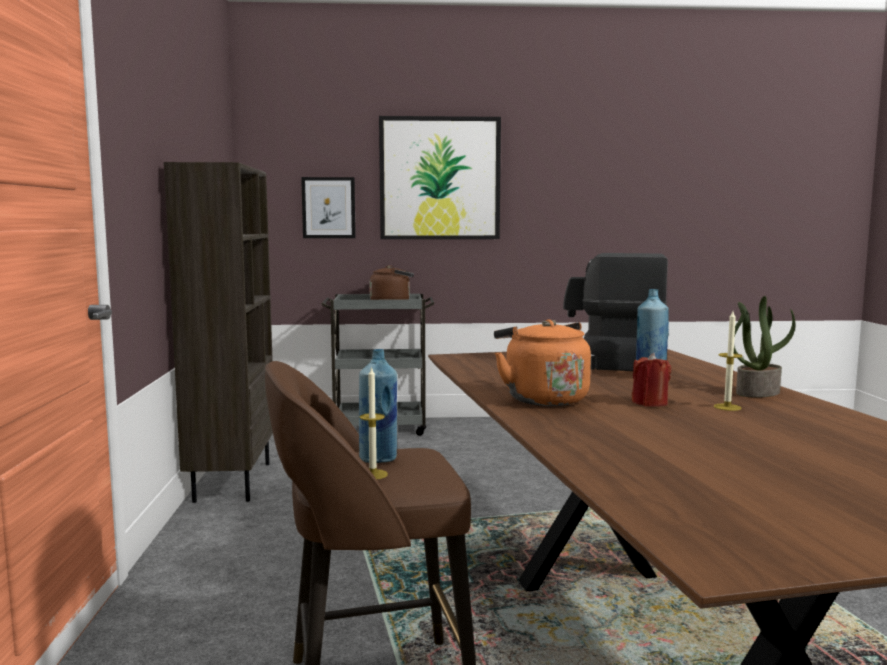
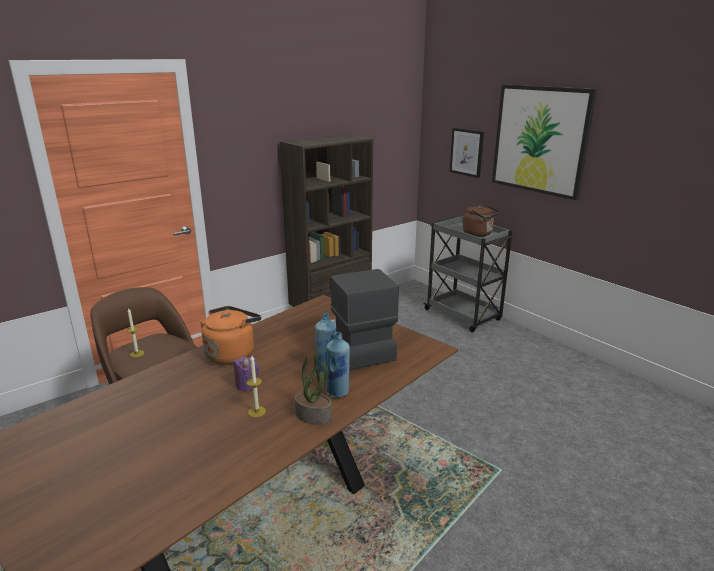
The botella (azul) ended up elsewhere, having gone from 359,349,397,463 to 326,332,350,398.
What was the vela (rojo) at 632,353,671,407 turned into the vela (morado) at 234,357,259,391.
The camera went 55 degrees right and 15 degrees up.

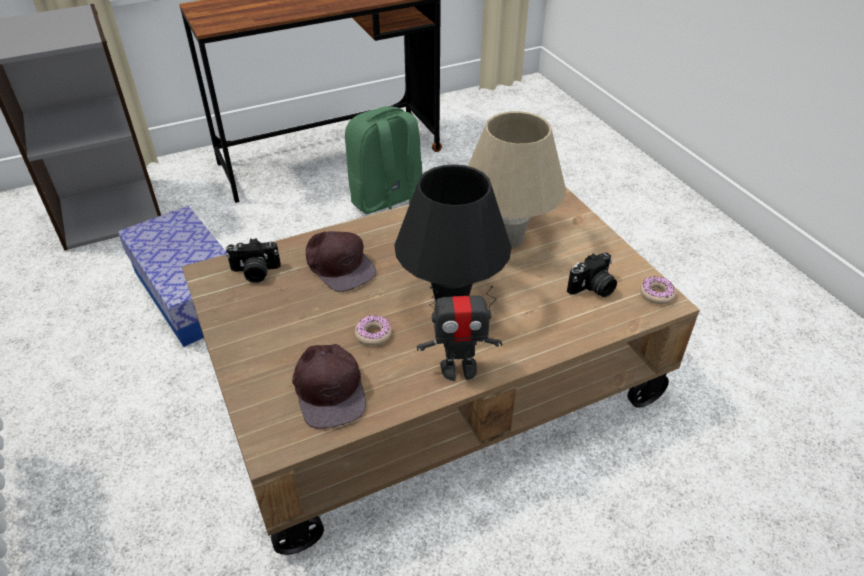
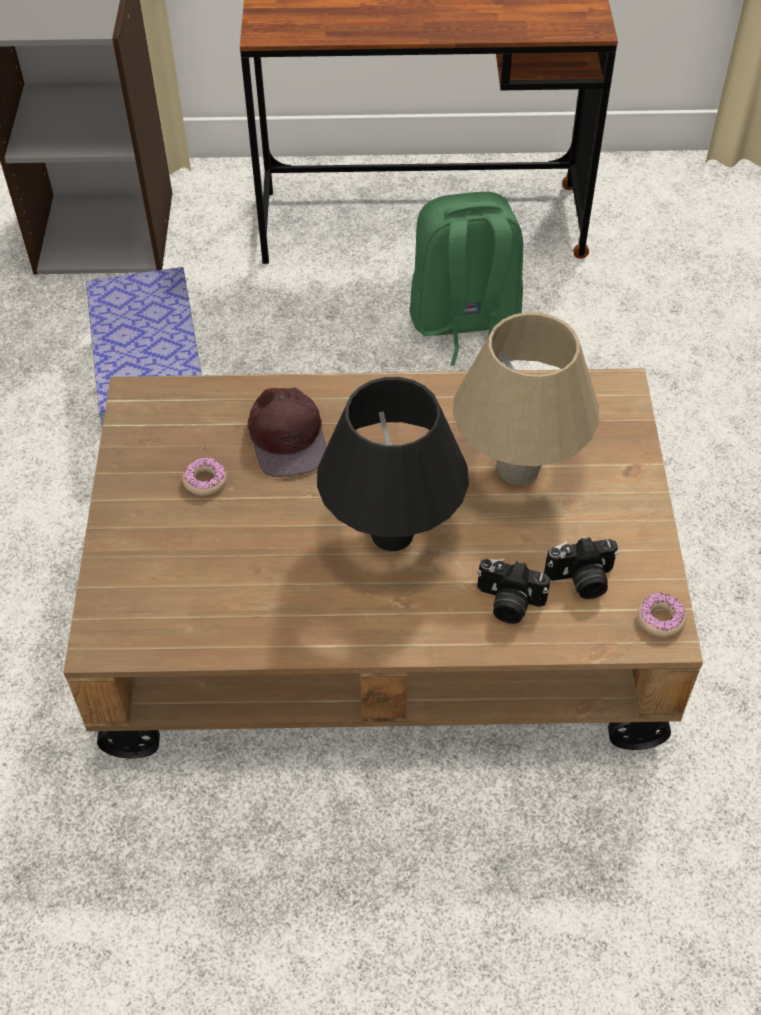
The second view lost the gorra (marrón) at 292,344,366,429.
The second view lost the robot de juguete at 417,285,502,381.
The cámara ended up elsewhere, having gone from 226,238,281,283 to 477,559,550,624.
The rosquilla ended up elsewhere, having gone from 355,315,392,346 to 182,457,227,496.
The camera went 25 degrees right and 10 degrees up.

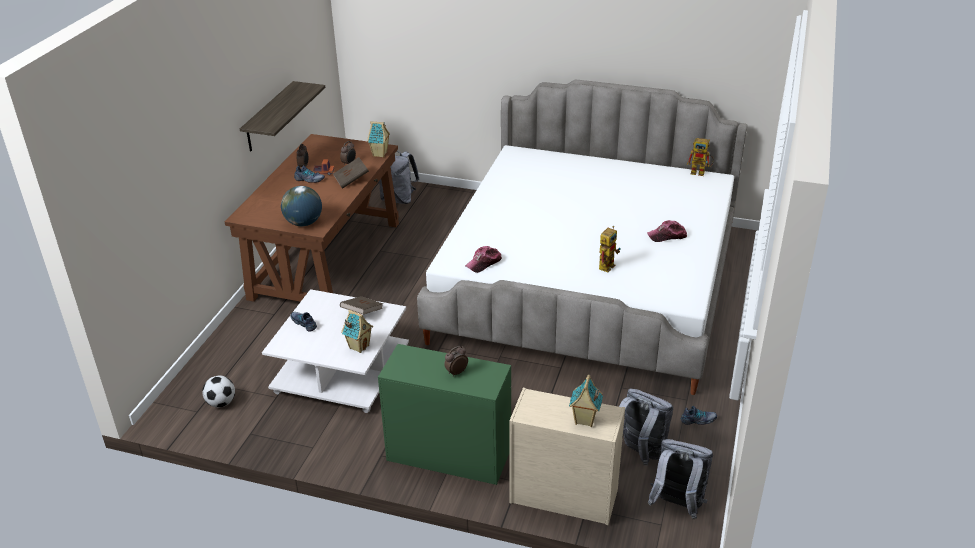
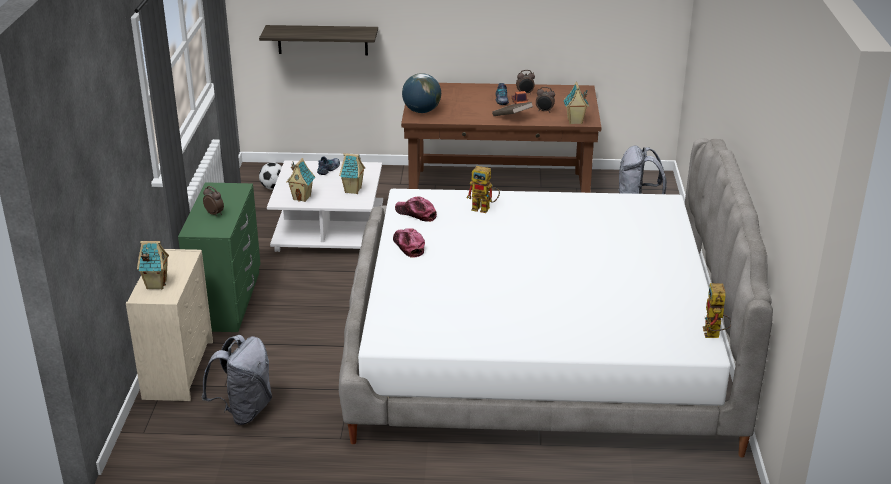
The second view lost the mochila (gris) at 648,439,713,519.
The second view lost the zapato at 681,406,717,425.
The estante ended up elsewhere, having gone from 240,81,325,152 to 259,25,378,55.
The robot de juguete ended up elsewhere, having gone from 599,226,621,272 to 467,166,500,213.
The gorra ended up elsewhere, having gone from 647,220,687,242 to 393,228,425,258.
Where the libro (marrón) stood at 340,296,383,314, the casita came to stand at 339,153,365,194.
The camera went 75 degrees right and 5 degrees down.

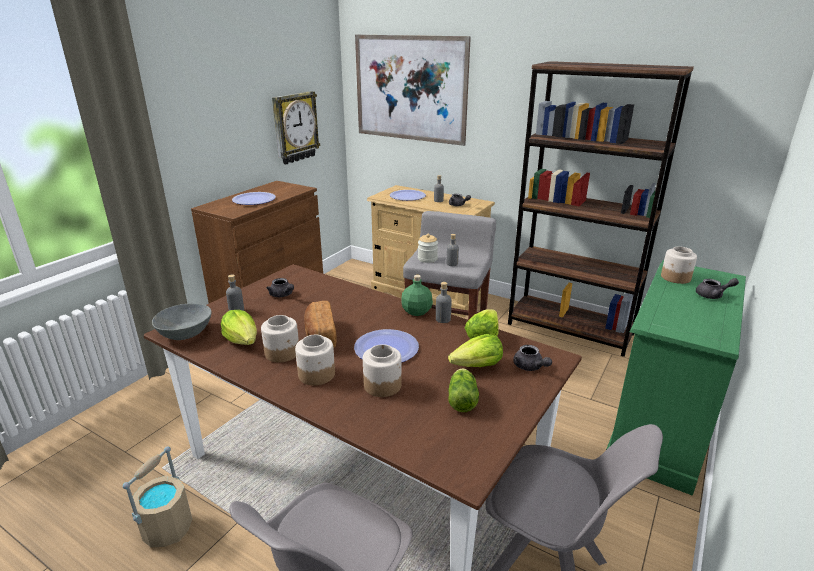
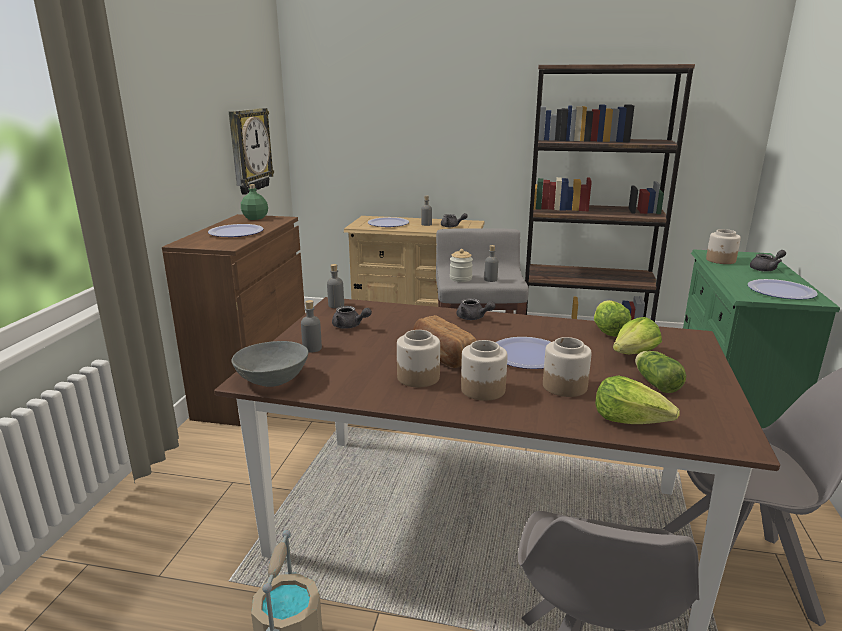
The second view lost the cuadro at 355,35,471,146.
The second view gained the plato at 748,279,818,300.
The lechuga ended up elsewhere, having gone from 221,310,257,345 to 595,376,680,424.
The botella (verde) ended up elsewhere, having gone from 401,275,433,316 to 241,184,268,220.
The botella (gris) ended up elsewhere, having gone from 436,282,451,323 to 327,264,344,308.
The tetera (gris) ended up elsewhere, having gone from 513,345,552,371 to 457,298,496,320.
The camera went 20 degrees left and 5 degrees down.

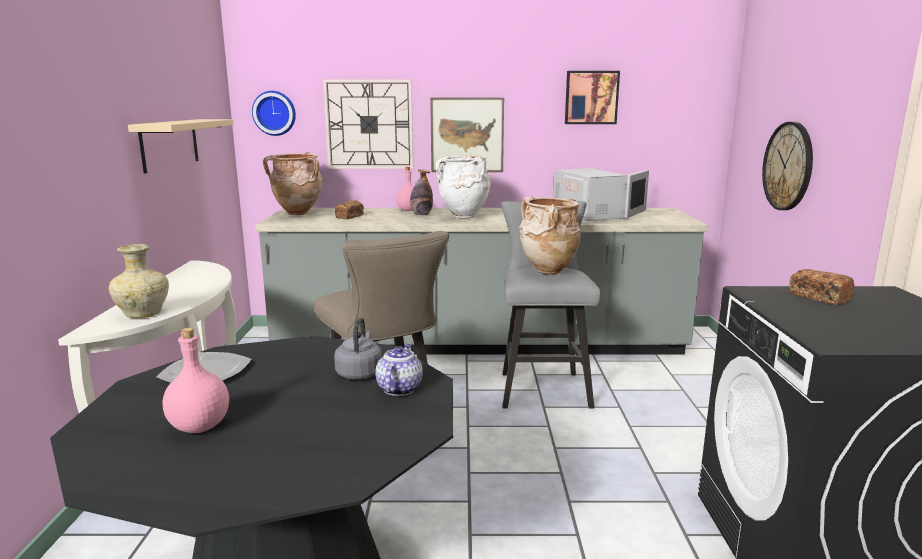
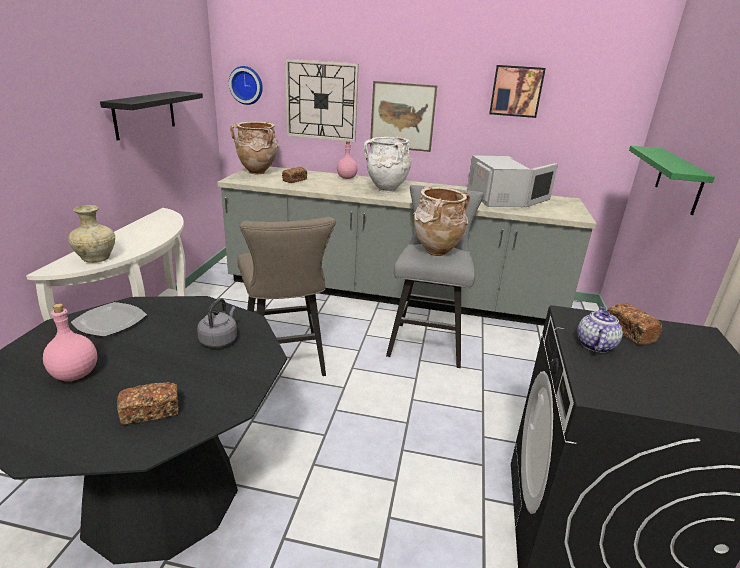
The second view lost the botella at 410,169,433,215.
The second view gained the pan at 117,382,179,425.
The tetera ended up elsewhere, having gone from 375,344,423,396 to 577,306,623,353.
Where the reloj de pared hung at 762,122,813,210, the estante (verde) came to hang at 629,146,715,215.
What was the estante (beis) at 128,119,234,174 turned into the estante (negro) at 100,91,203,141.
The camera went 10 degrees right and 10 degrees up.

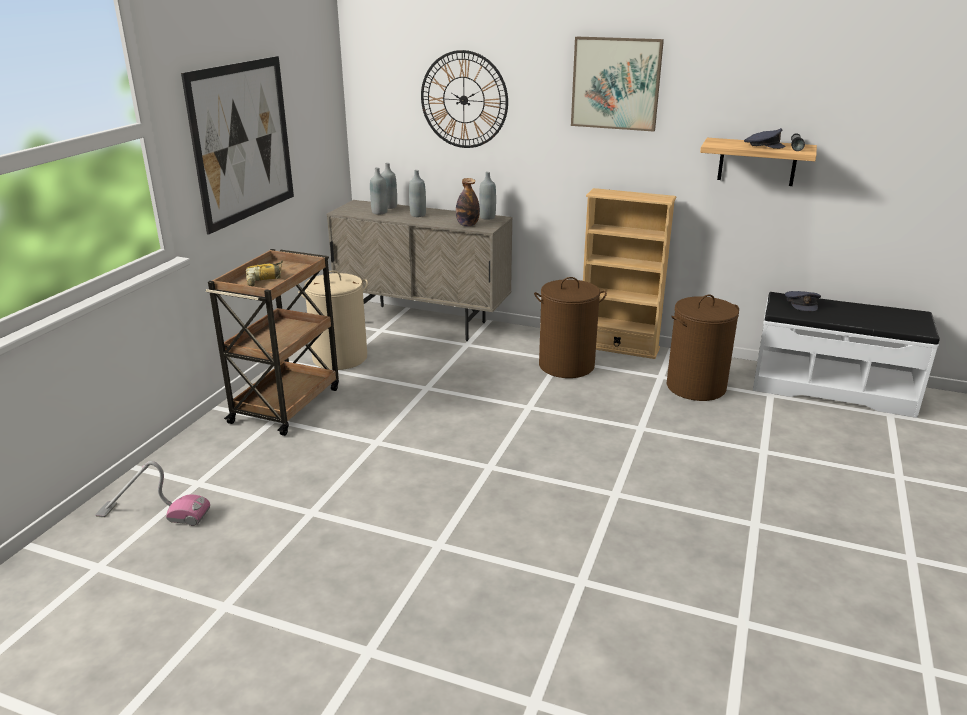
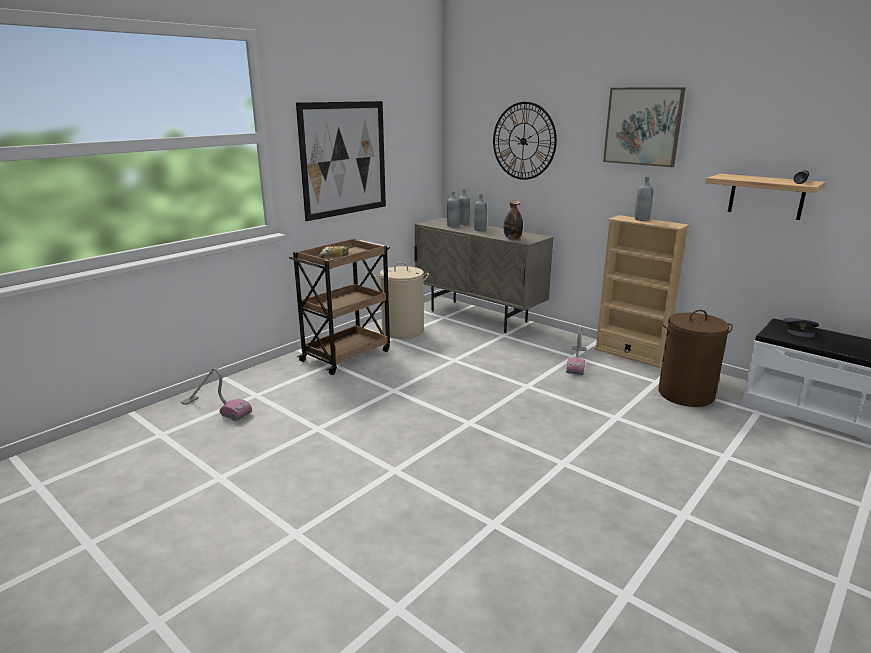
The second view lost the gorra (gris) at 744,128,785,149.
The botella (gris) ended up elsewhere, having gone from 479,172,496,220 to 635,176,653,221.
Where the cesto de la ropa (marrón) stood at 534,277,607,378, the aspiradora came to stand at 566,326,587,375.
The camera went 20 degrees right and 5 degrees down.

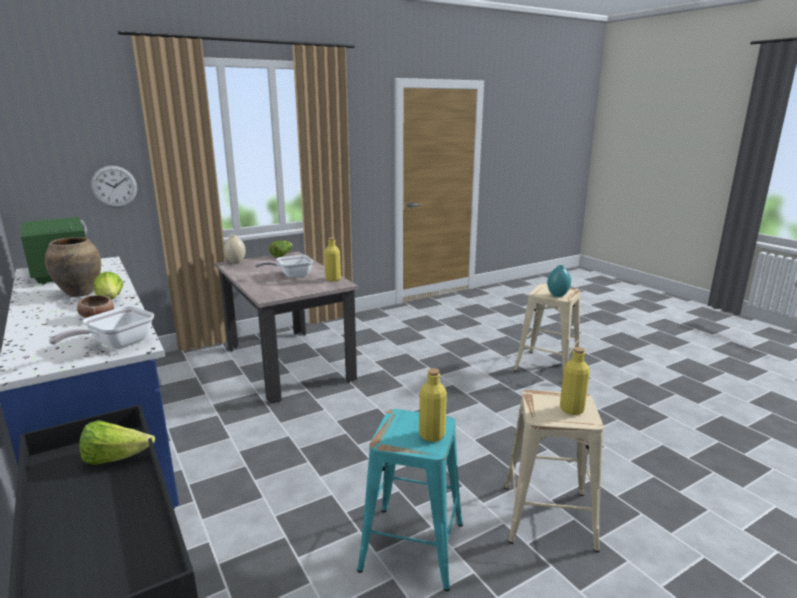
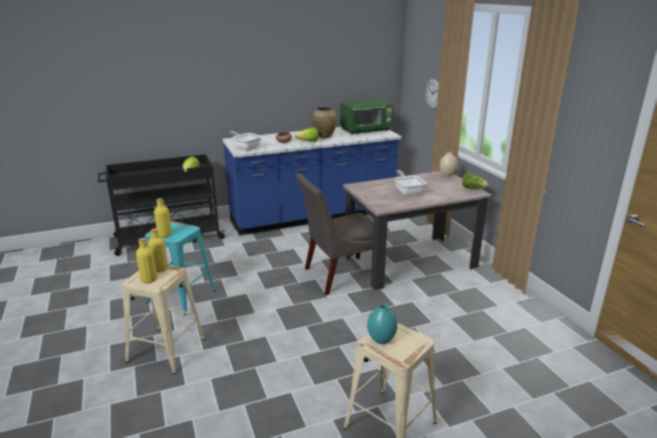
The second view gained the silla (gris) at 296,173,373,295.
The botella (amarillo) ended up elsewhere, having gone from 324,238,341,282 to 148,228,168,273.
The camera went 100 degrees right and 5 degrees up.

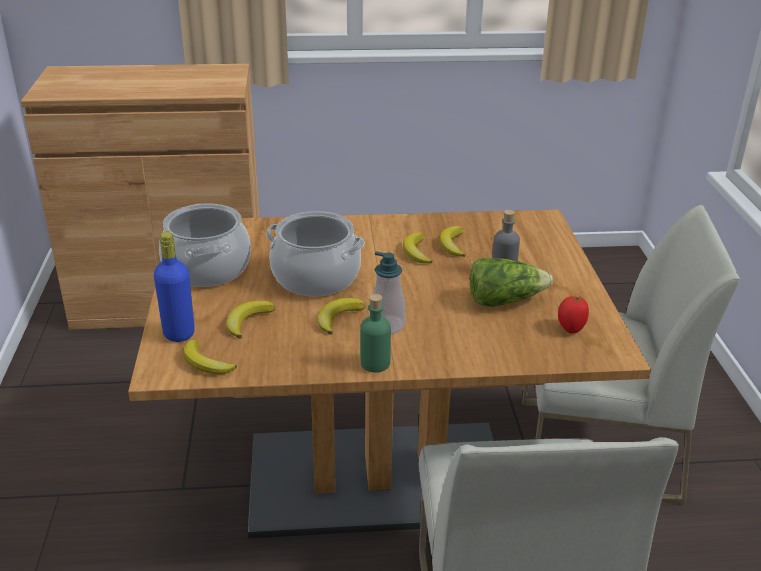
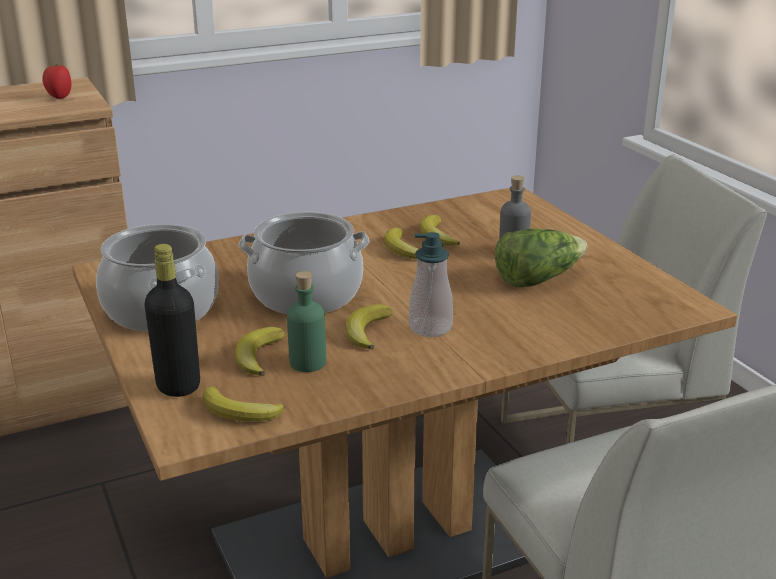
The botella (verde) ended up elsewhere, having gone from 360,294,391,372 to 287,271,326,372.
The tomate ended up elsewhere, having gone from 558,296,589,334 to 42,64,71,99.
What was the botella (azul) at 154,232,195,342 turned into the botella (negro) at 145,244,200,397.
The camera went 20 degrees left and 5 degrees down.

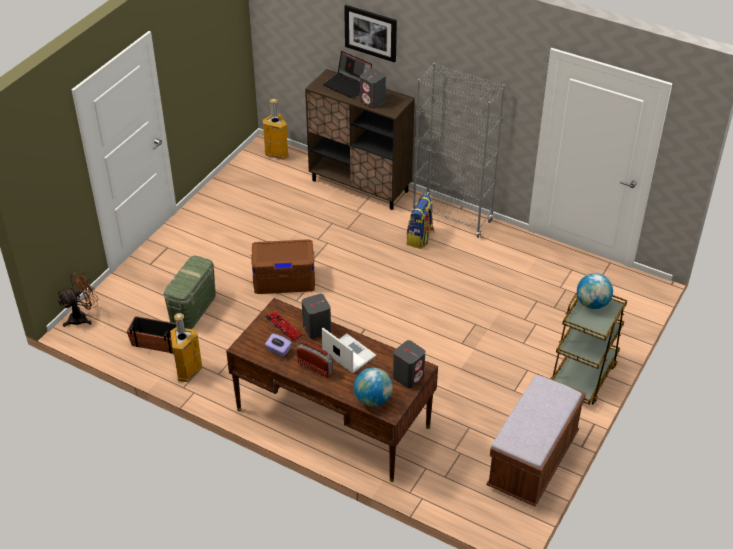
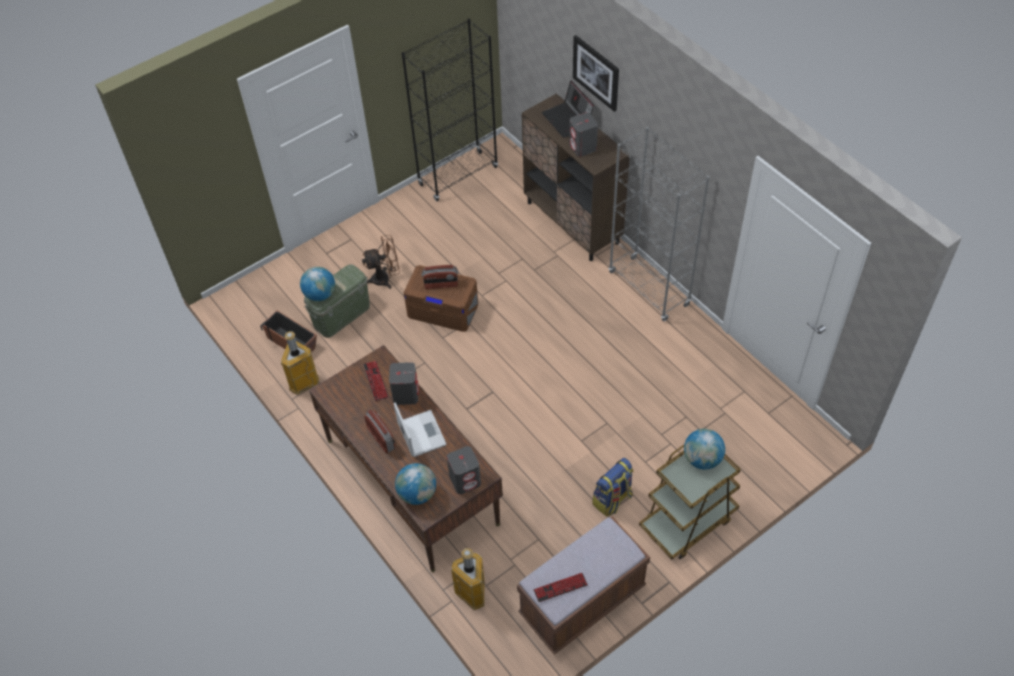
The second view lost the caja de pañuelos (morado) at 265,334,292,357.
The second view gained the globo terráqueo at 300,267,335,301.
The second view gained the estantería (negro) at 402,19,498,201.
The second view gained the radio at 422,265,458,289.
The second view gained the teclado at 534,573,588,602.
The ventilador (marrón) ended up elsewhere, having gone from 57,270,98,327 to 362,235,400,289.
The papelera ended up elsewhere, having gone from 263,99,289,160 to 451,548,485,610.
The mochila ended up elsewhere, having gone from 407,195,434,249 to 592,458,634,516.
The camera went 25 degrees right and 10 degrees up.

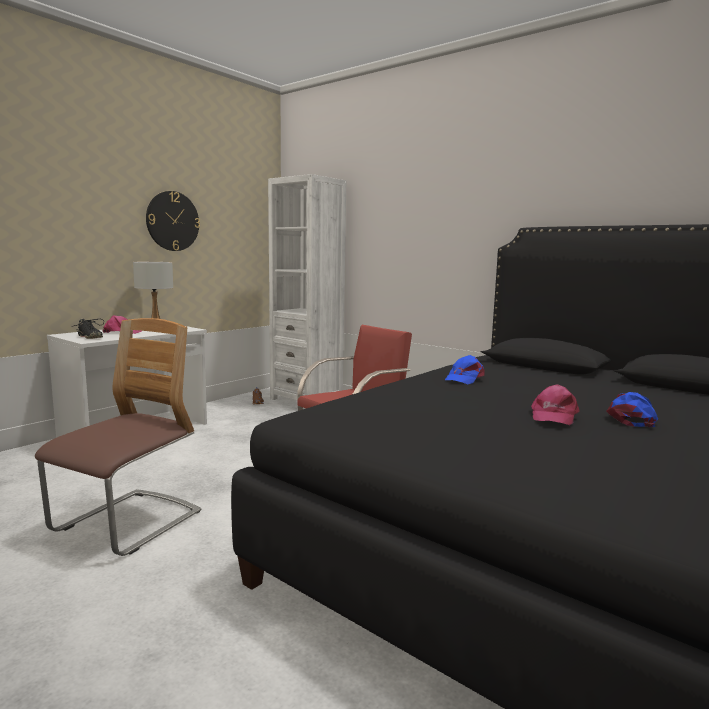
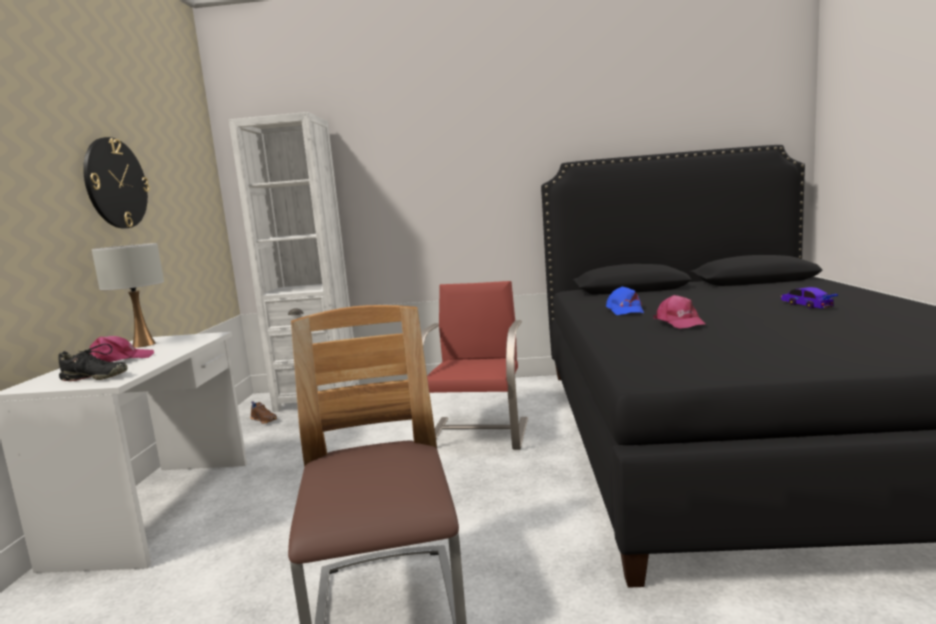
The gorra (rosa) ended up elsewhere, having gone from 531,384,580,425 to 653,295,707,329.
Where the gorra (azul) stood at 606,392,658,427, the coche de juguete came to stand at 780,287,838,309.
The camera went 35 degrees left and 0 degrees up.

